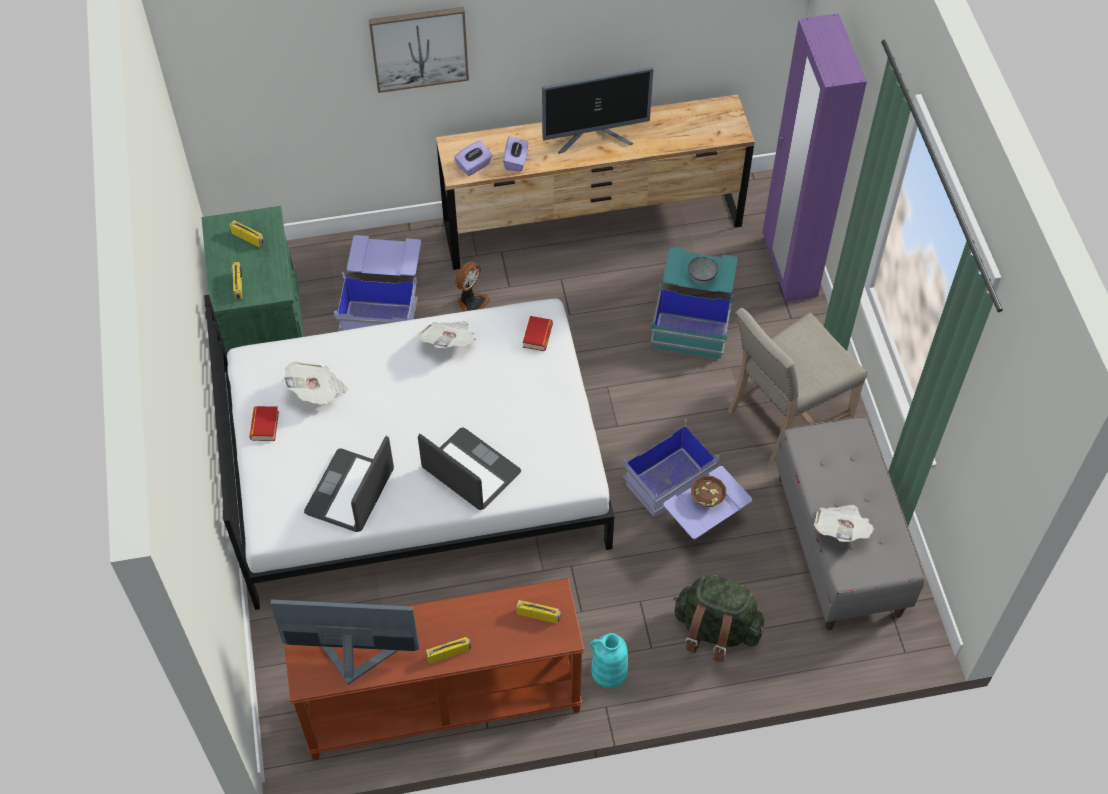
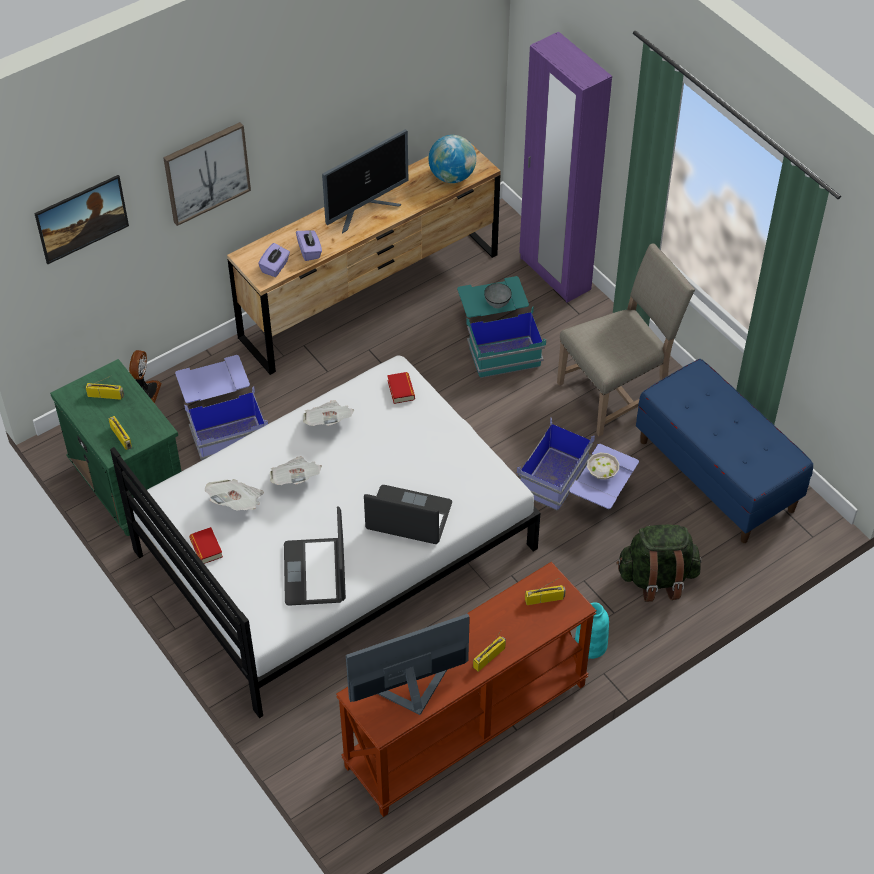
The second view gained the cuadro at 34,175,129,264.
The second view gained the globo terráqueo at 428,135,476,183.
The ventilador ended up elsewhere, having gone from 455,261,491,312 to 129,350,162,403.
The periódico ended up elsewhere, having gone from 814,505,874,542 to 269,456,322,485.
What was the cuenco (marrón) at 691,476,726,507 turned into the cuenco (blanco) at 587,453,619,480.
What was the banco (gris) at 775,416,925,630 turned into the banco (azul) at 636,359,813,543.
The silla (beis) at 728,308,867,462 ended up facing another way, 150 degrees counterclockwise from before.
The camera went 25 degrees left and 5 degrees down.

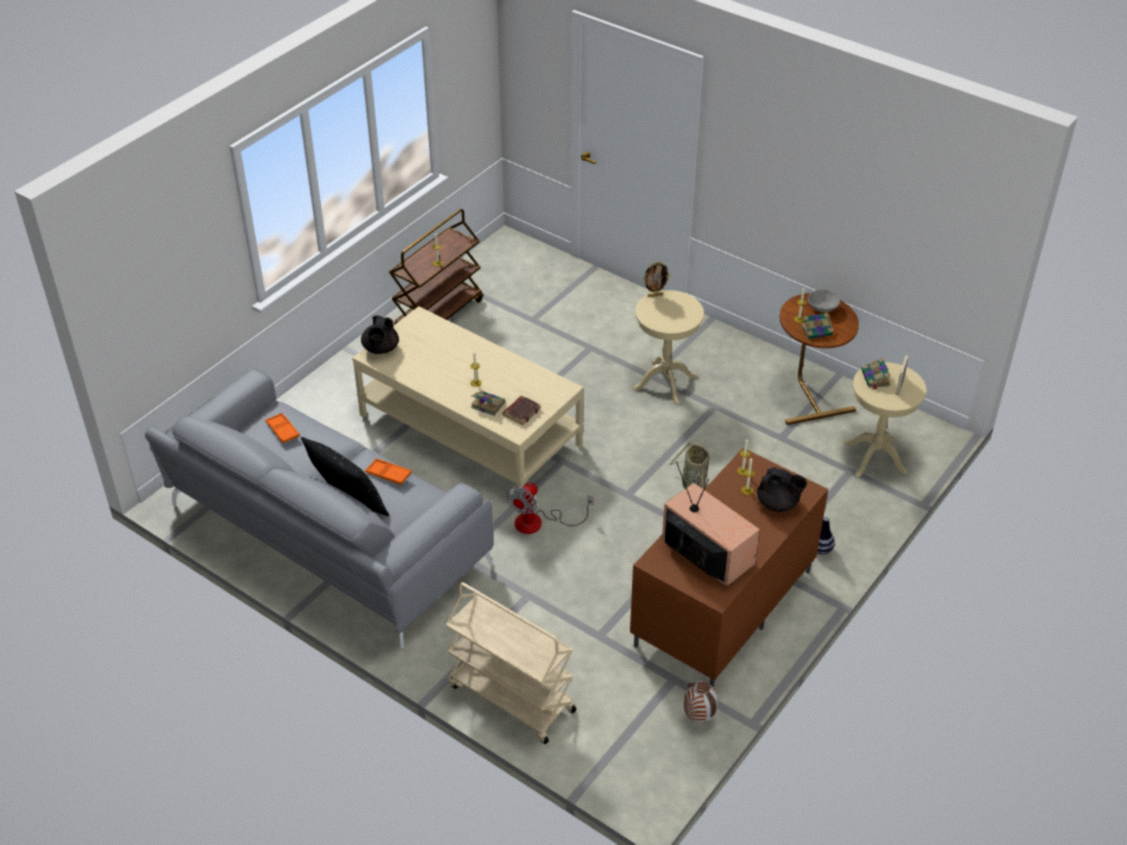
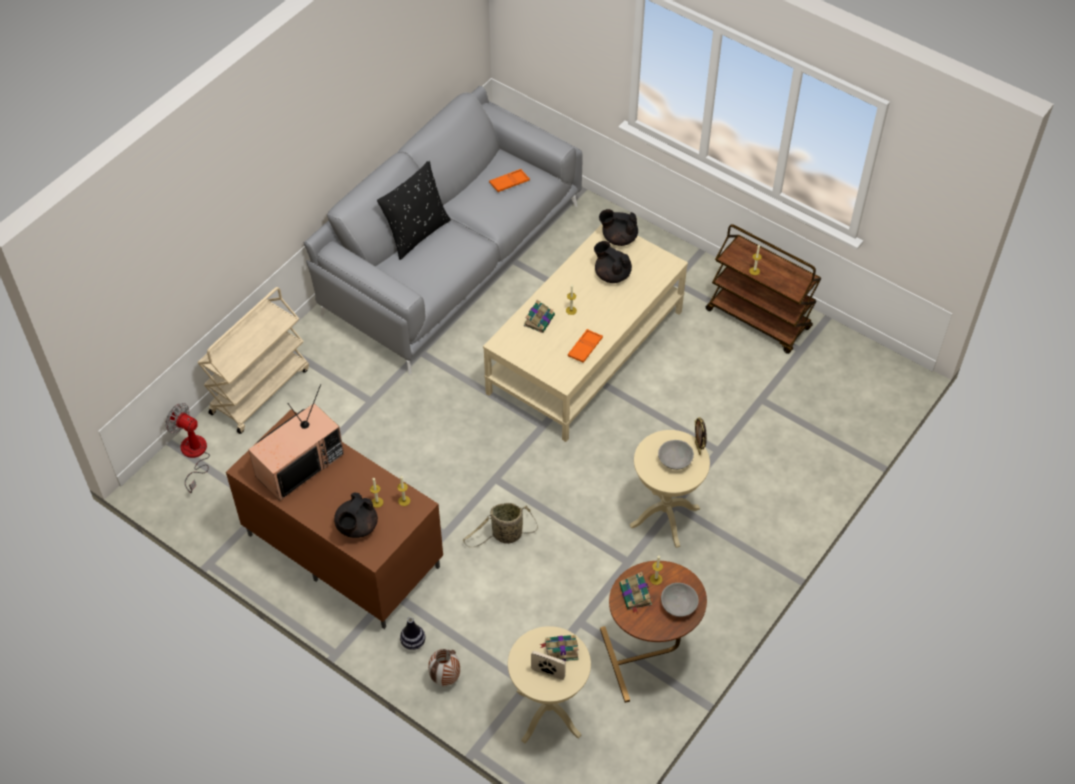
The second view lost the libro (marrón) at 503,396,541,425.
The second view gained the tetera (negro) at 594,241,632,283.
The second view gained the cuenco (gris) at 658,440,694,470.
The bandeja (naranja) ended up elsewhere, having gone from 365,459,412,484 to 568,329,603,363.
The ventilador ended up elsewhere, having gone from 507,482,594,534 to 166,403,210,493.
The florero ended up elsewhere, having gone from 684,680,718,723 to 428,649,460,686.
The camera went 90 degrees right and 10 degrees up.

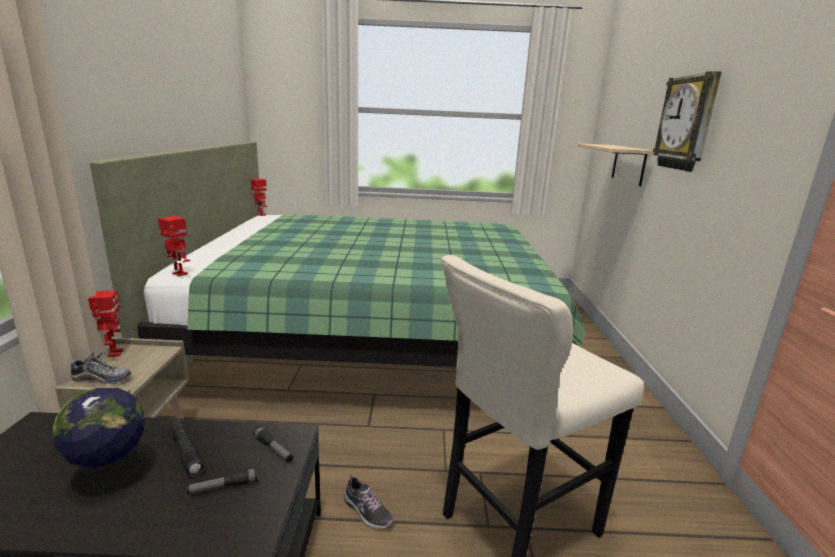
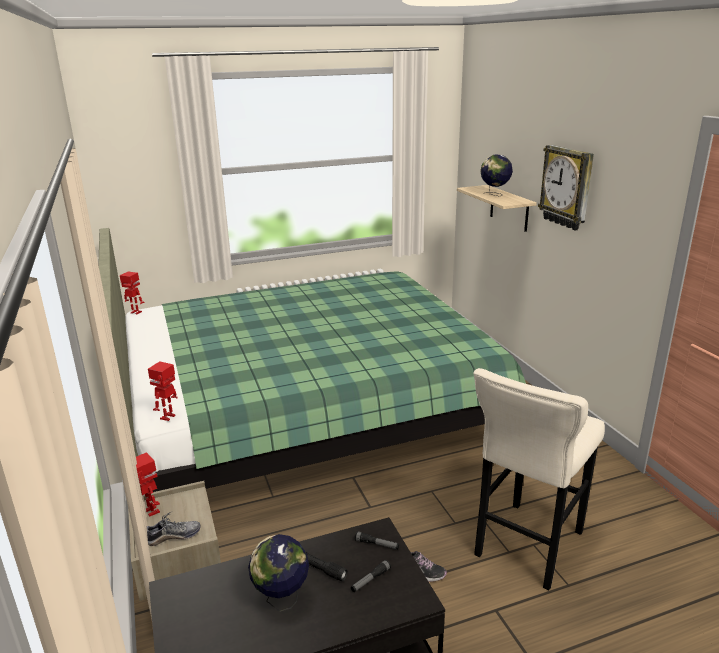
The second view gained the globo terráqueo at 481,154,513,196.
The robot de juguete at 158,216,190,276 ended up facing another way, 75 degrees counterclockwise from before.
The camera went 20 degrees left and 5 degrees up.

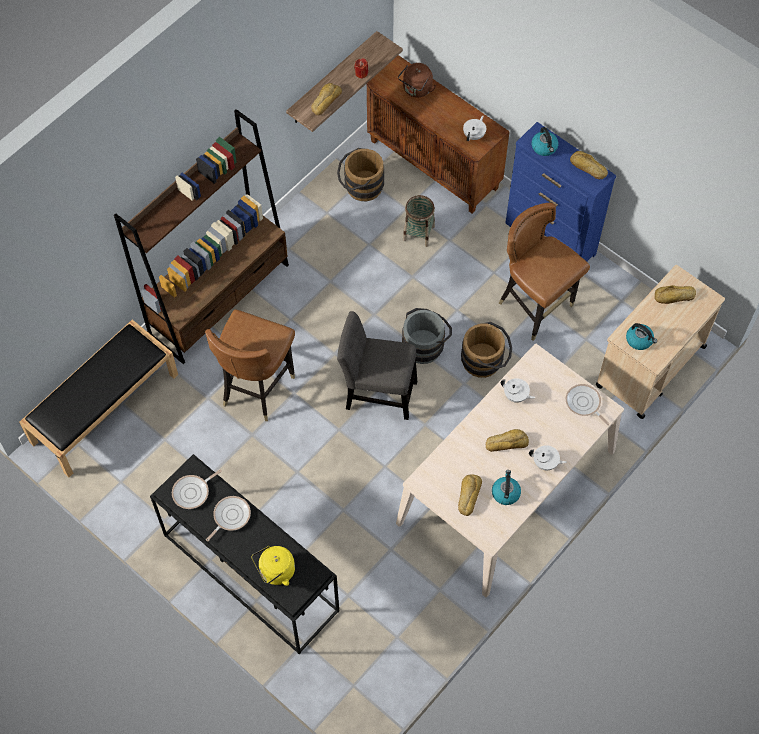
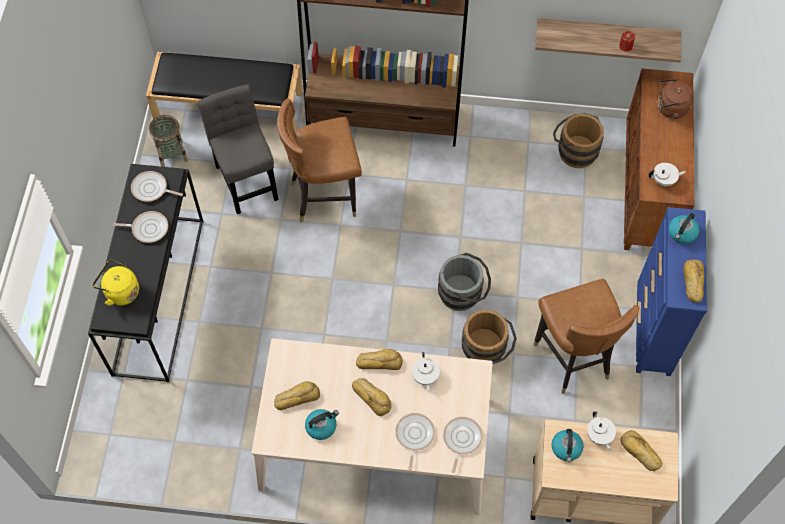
The second view gained the sartén at 395,413,435,470.
The pan ended up elsewhere, having gone from 311,83,342,115 to 356,349,403,370.
The silla (gris) ended up elsewhere, having gone from 337,311,417,420 to 197,84,278,214.
The cesta ended up elsewhere, having gone from 403,195,435,247 to 149,115,188,167.
The tetera (blanco) ended up elsewhere, having gone from 529,445,567,471 to 587,411,616,451.
The silla (marrón) at 498,203,590,341 ended up facing another way, 150 degrees clockwise from before.
The camera went 55 degrees right and 0 degrees up.

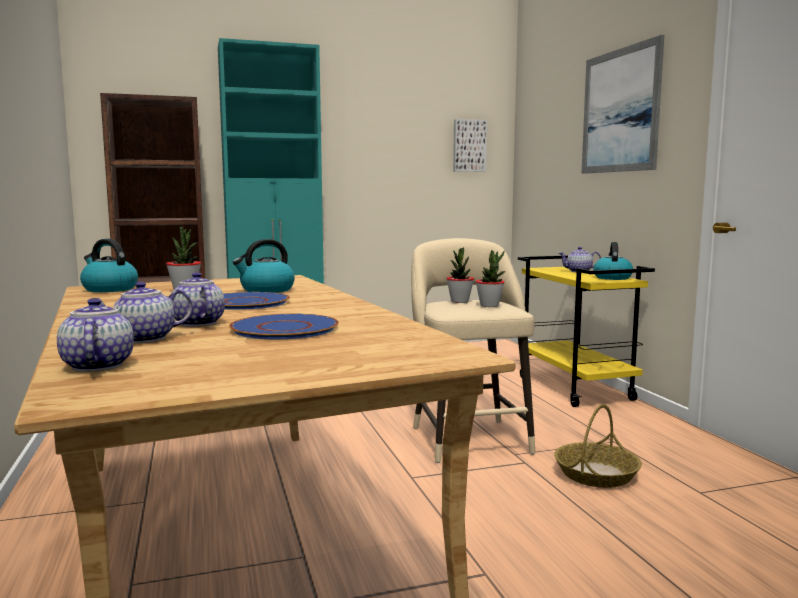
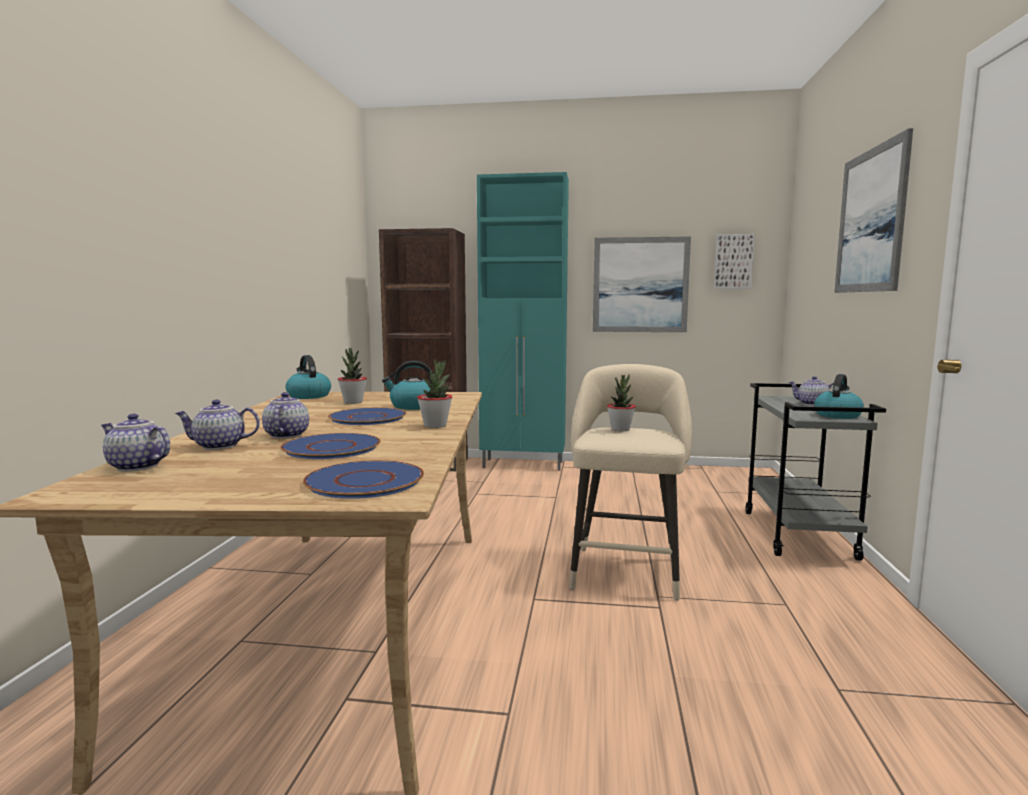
The second view lost the cesta at 554,404,642,488.
The second view gained the plato (azul) at 303,460,424,499.
The second view gained the cuadro at 593,236,691,332.
The planta en maceta ended up elsewhere, having gone from 475,250,505,307 to 417,359,452,428.
What was the carrito (amarillo) at 518,255,655,407 turned into the carrito (gris) at 745,383,886,561.
The tetera at 57,298,134,372 ended up facing another way, 75 degrees counterclockwise from before.
The camera went 25 degrees right and 0 degrees up.

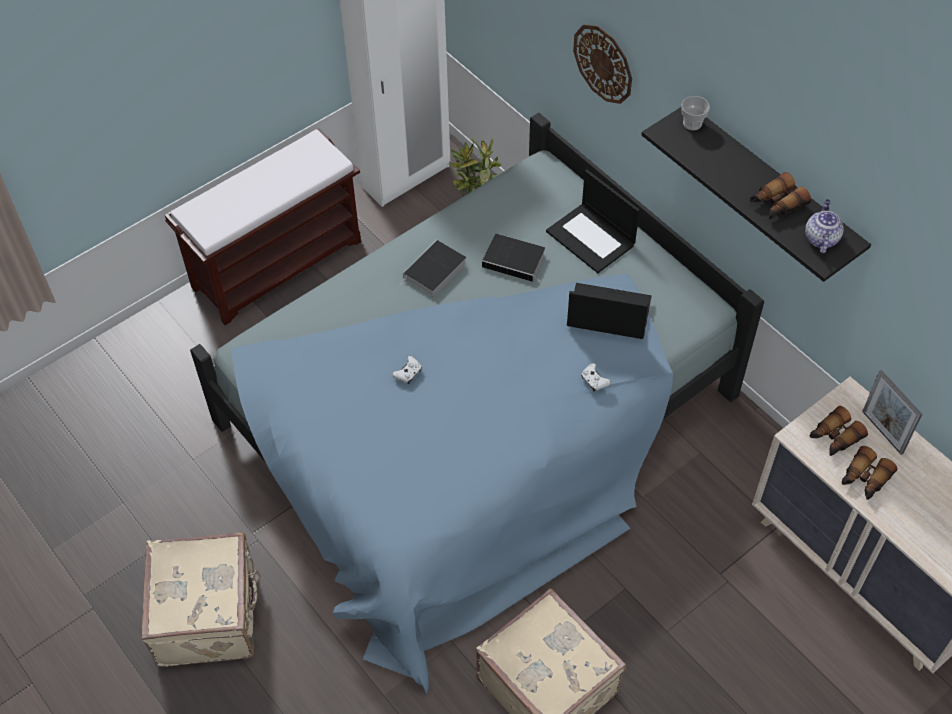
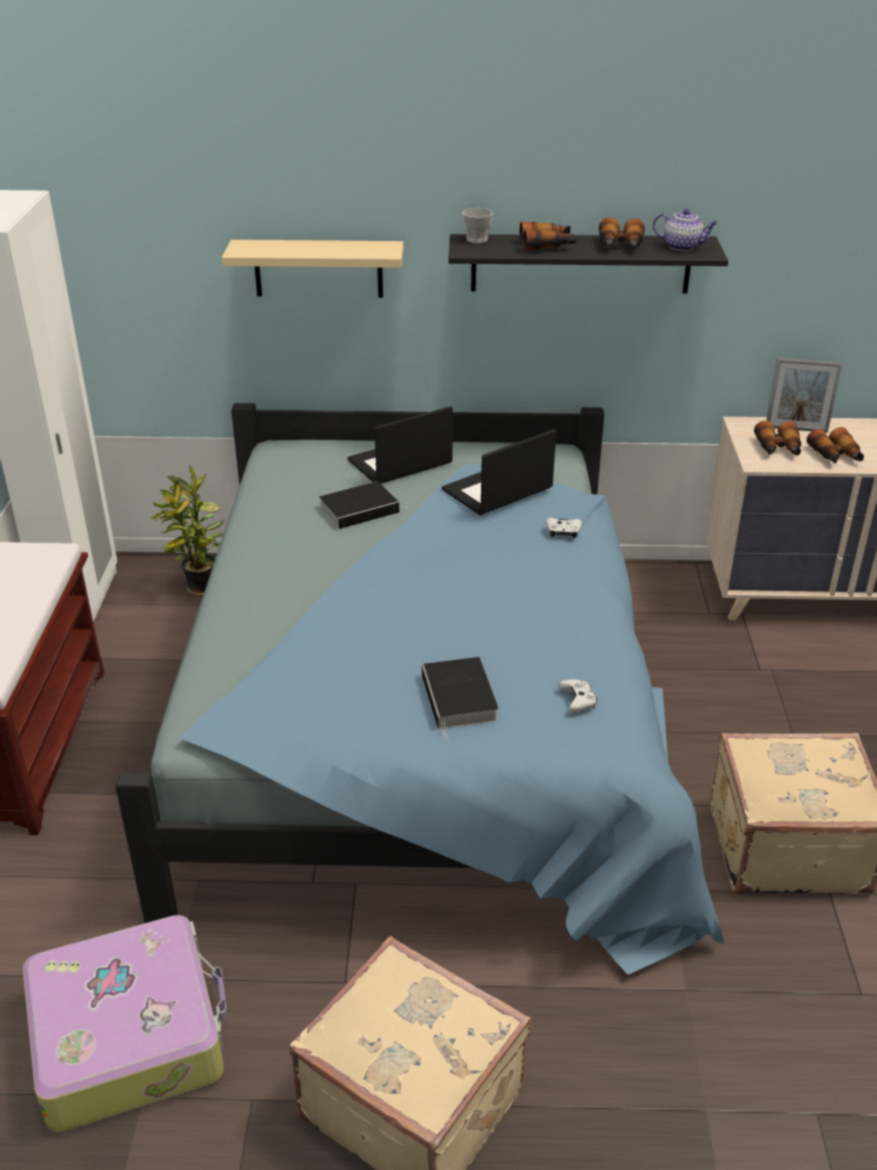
The second view gained the maleta at 22,915,227,1132.
The second view gained the prismáticos at 520,221,576,251.
The mando de consola (blanco) ended up elsewhere, having gone from 392,356,422,384 to 558,679,597,712.
The libro ended up elsewhere, having gone from 399,240,466,297 to 422,657,499,740.
Where the reloj de pared hung at 573,25,632,104, the estante (beis) came to hang at 222,240,404,298.
The portátil at 546,169,640,273 ended up facing another way, 150 degrees clockwise from before.
The tetera at 805,199,844,253 ended up facing another way, 150 degrees clockwise from before.
The camera went 50 degrees left and 20 degrees down.

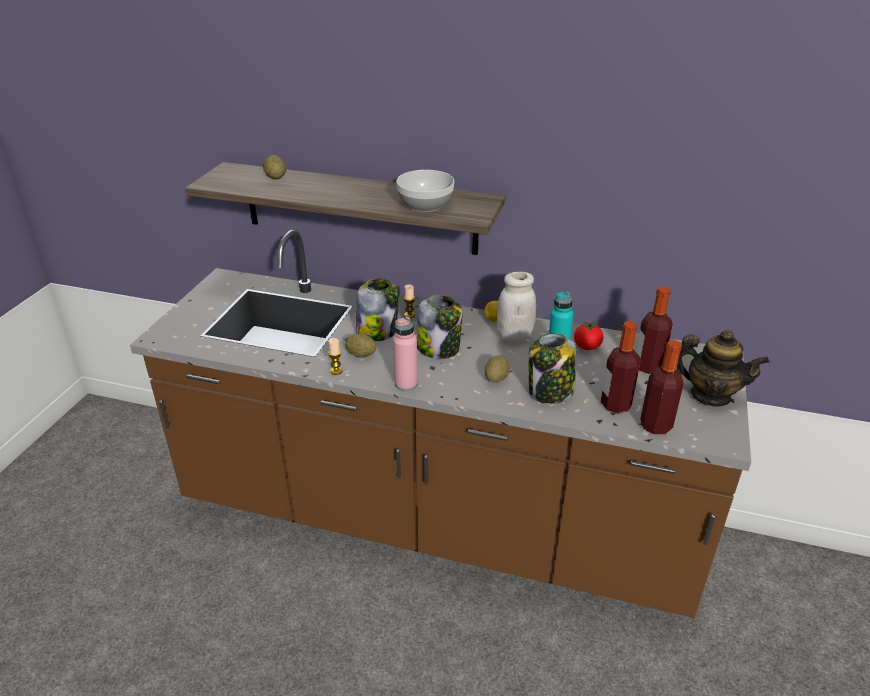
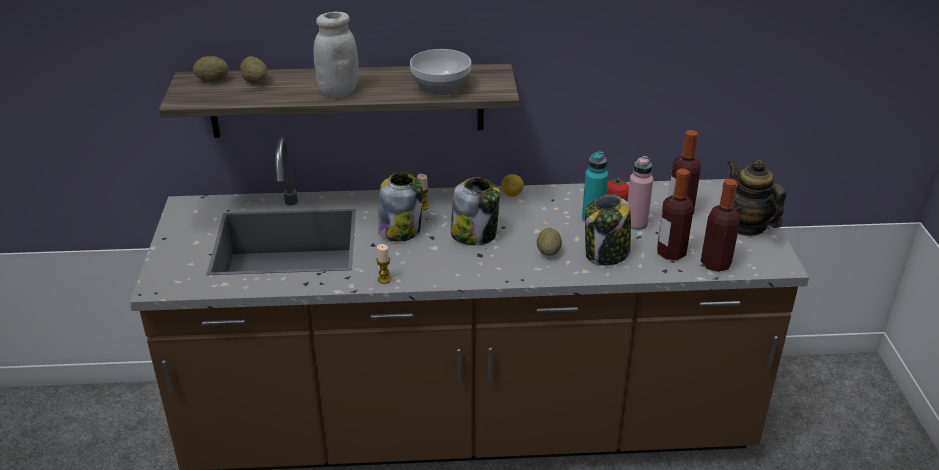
The patata ended up elsewhere, having gone from 345,334,376,357 to 193,56,229,82.
The botella (rosa) ended up elsewhere, having gone from 393,316,418,391 to 627,156,653,230.
The tarro (blanco) ended up elsewhere, having gone from 497,272,536,343 to 314,12,359,97.
The tetera at 677,329,770,407 ended up facing another way, 120 degrees counterclockwise from before.
The camera went 20 degrees left and 0 degrees up.

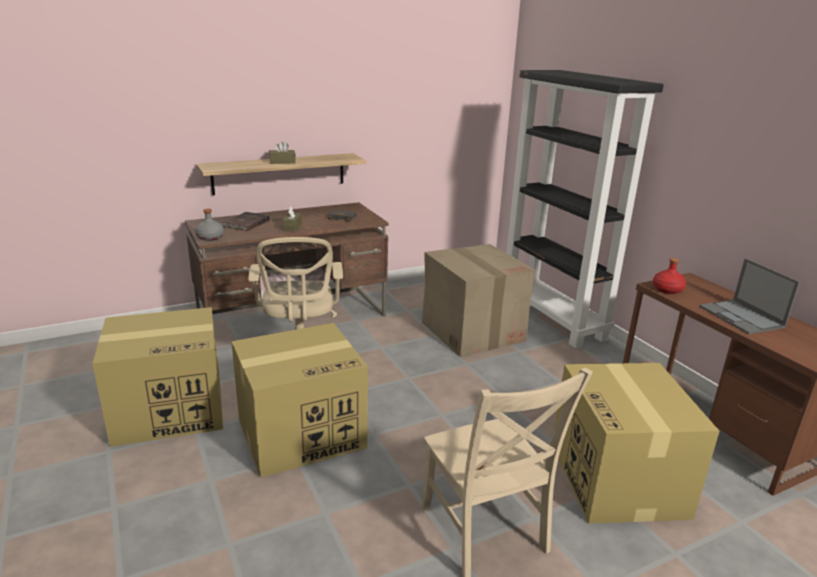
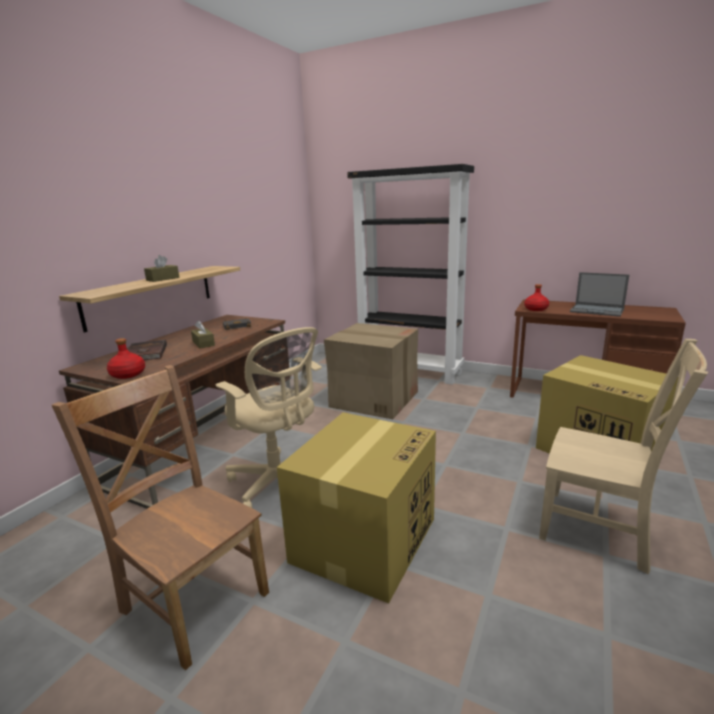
Where the caja de cartón stood at 92,307,223,447, the silla (marrón) came to stand at 52,365,269,671.
What was the botella (gris) at 195,209,224,241 turned into the botella (rojo) at 107,338,145,379.
The camera went 35 degrees left and 5 degrees down.

